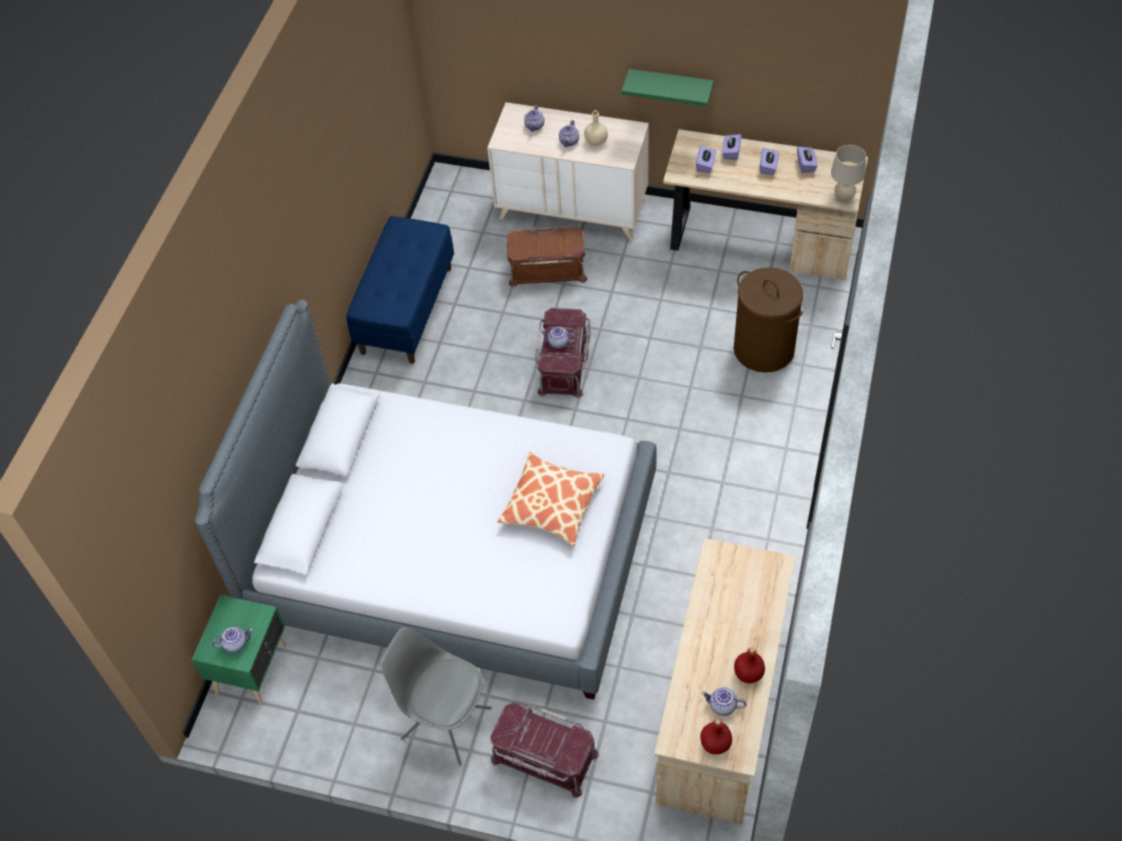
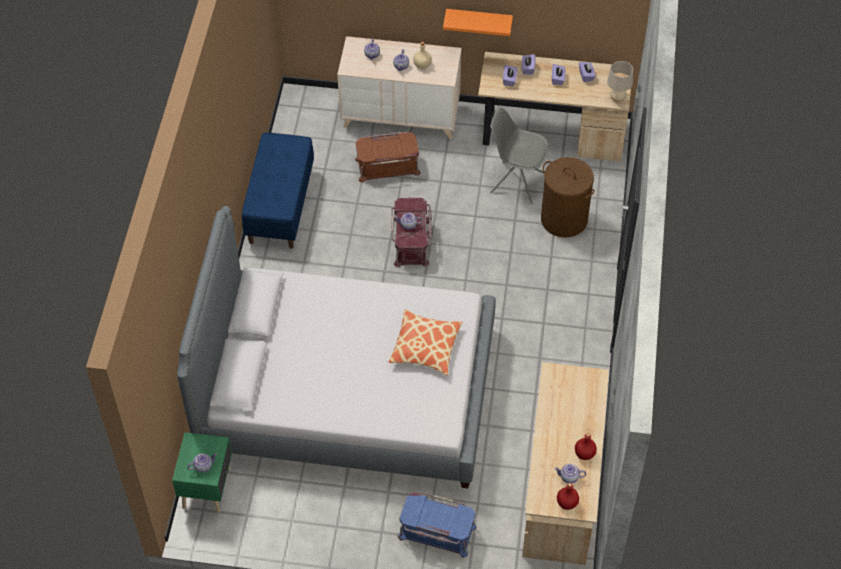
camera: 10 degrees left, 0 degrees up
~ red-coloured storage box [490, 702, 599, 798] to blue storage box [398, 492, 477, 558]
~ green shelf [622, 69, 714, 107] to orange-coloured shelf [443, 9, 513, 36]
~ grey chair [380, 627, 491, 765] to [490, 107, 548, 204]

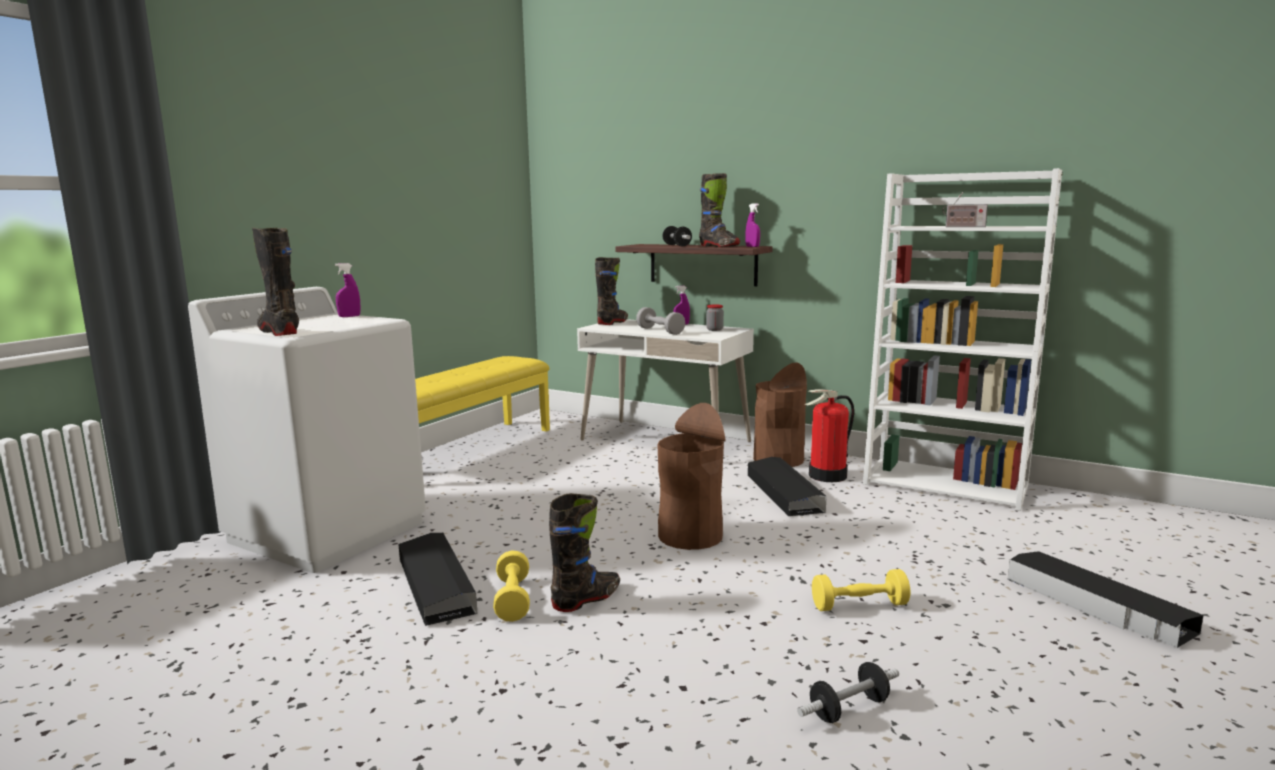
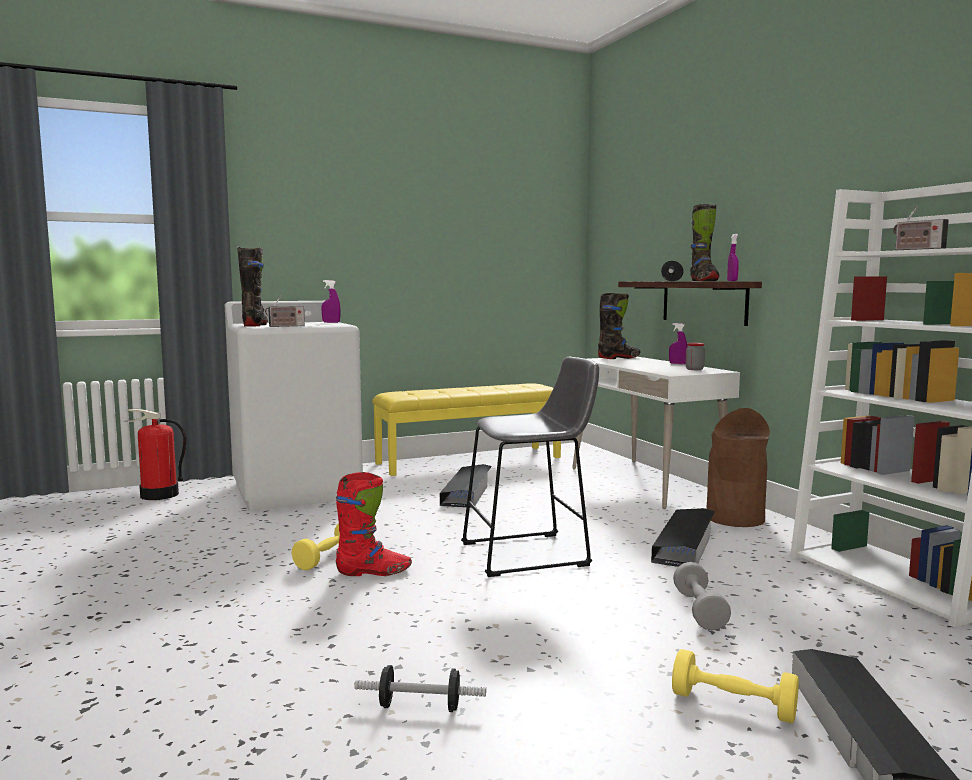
camera: 35 degrees right, 5 degrees down
~ fire-fighting cylinder [804, 389, 854, 482] to [123, 409, 186, 500]
+ radio set [265, 295, 305, 327]
~ black-coloured boot [549, 493, 620, 612] to red-coloured boot [336, 472, 412, 576]
~ black-coloured storage box [398, 533, 478, 626] to [440, 464, 492, 508]
~ brown-coloured waste bin [657, 403, 725, 550] to grey stool [461, 357, 599, 577]
~ yellow-coloured hand weight [812, 569, 910, 611] to [672, 649, 799, 723]
~ grey hand weight [636, 307, 685, 335] to [673, 562, 731, 630]

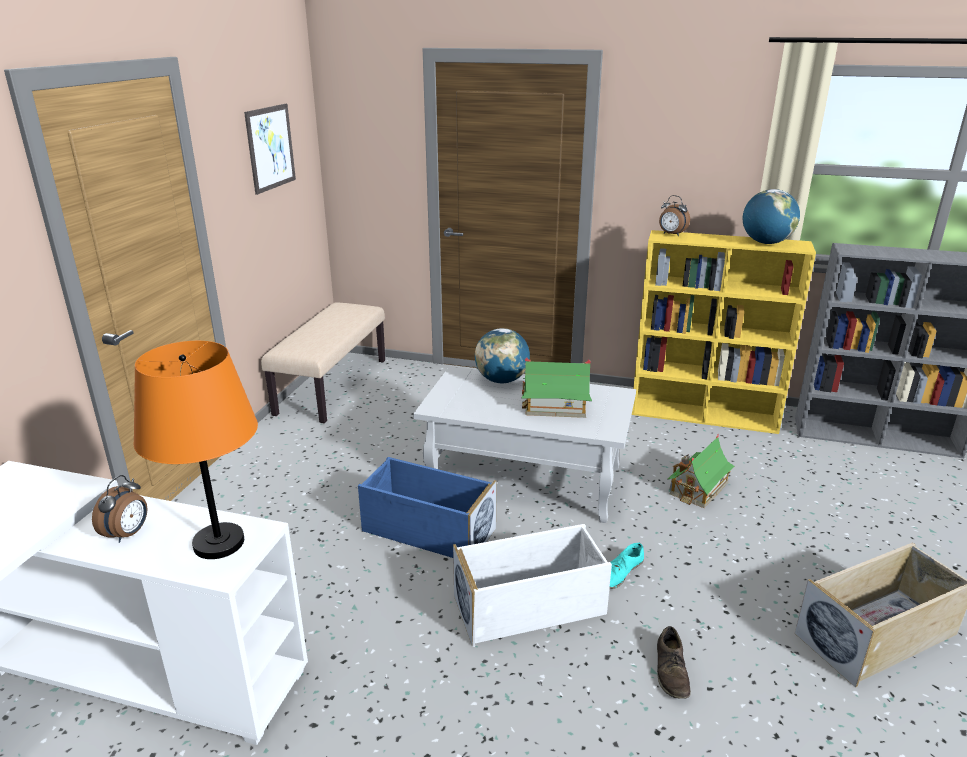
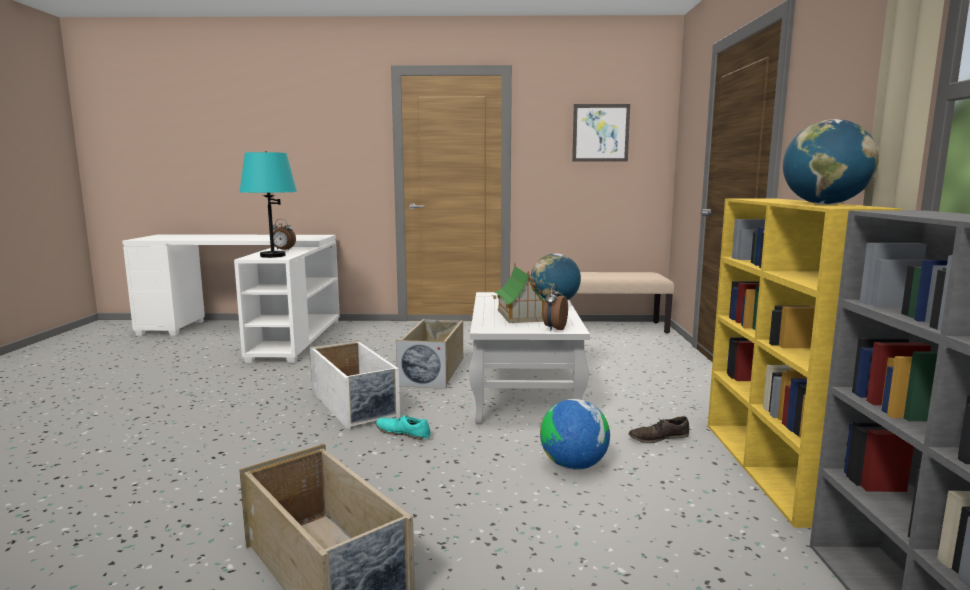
camera: 75 degrees right, 15 degrees down
~ orange-coloured table lamp [134, 341, 258, 559] to turquoise-coloured table lamp [240, 151, 297, 258]
~ blue storage box [358, 457, 497, 558] to beige-coloured storage box [396, 319, 463, 389]
~ miniature house [667, 434, 735, 508] to desk globe [540, 399, 610, 470]
~ alarm clock [659, 195, 690, 236] to [542, 283, 568, 331]
~ brown-coloured low shoe [657, 626, 691, 699] to [629, 416, 689, 443]

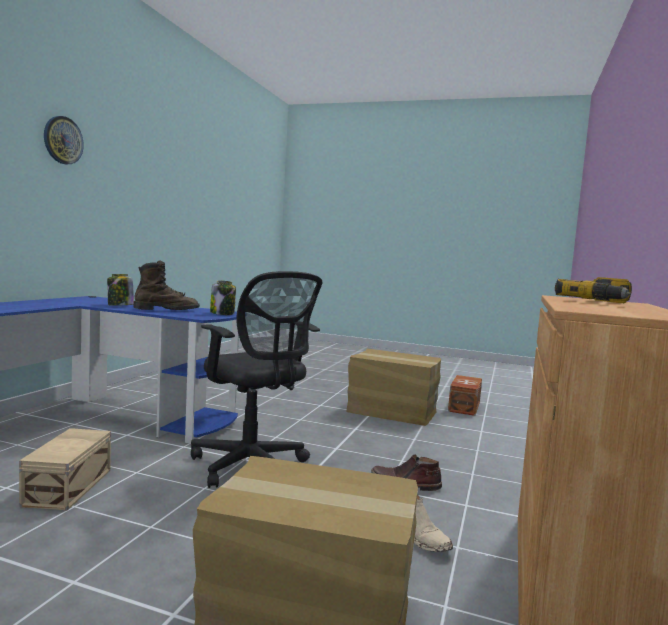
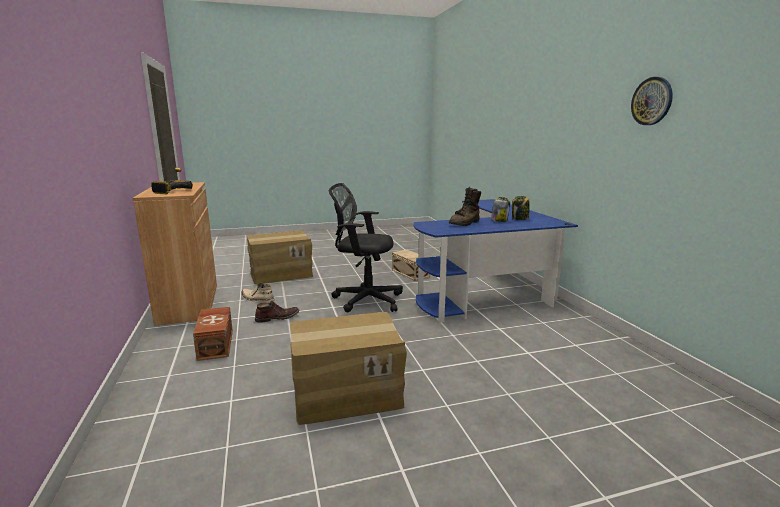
camera: 145 degrees right, 10 degrees up
~ brown-coloured storage box [448, 375, 482, 416] to [193, 307, 233, 361]
~ preserve jar [210, 281, 236, 315] to [512, 196, 530, 220]
~ hanging clock [44, 116, 84, 164] to [631, 77, 673, 125]

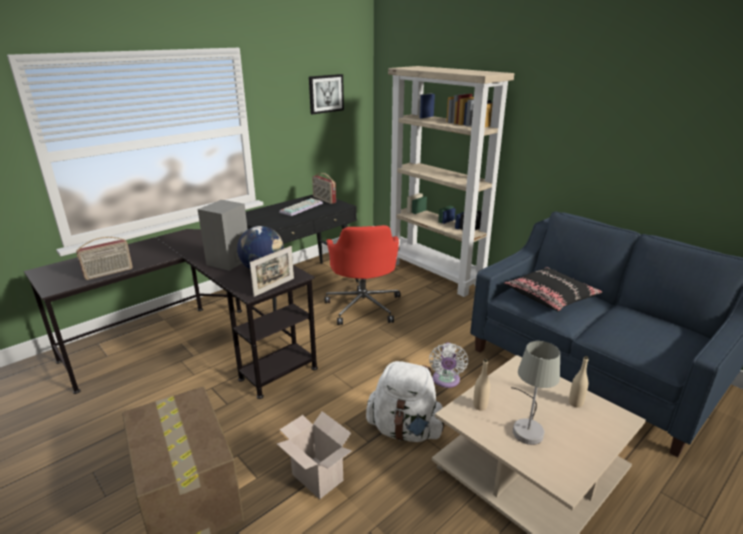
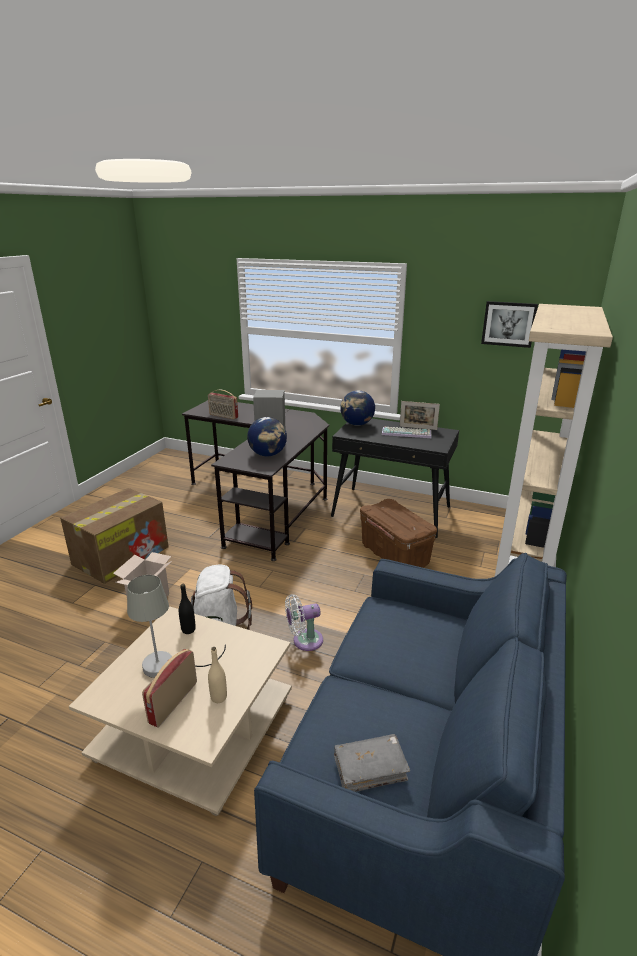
camera: 65 degrees right, 0 degrees up
~ radio set [312, 173, 336, 204] to [142, 649, 197, 728]
~ beige-coloured drink bottle [473, 359, 490, 411] to black-coloured drink bottle [179, 584, 196, 634]
+ grey book [334, 734, 410, 792]
+ desk globe [340, 390, 375, 426]
~ red-coloured computer chair [324, 225, 401, 325] to brown-coloured storage box [360, 499, 437, 568]
~ photo frame [250, 246, 294, 297] to [400, 401, 440, 430]
- black-coloured throw pillow [504, 267, 603, 312]

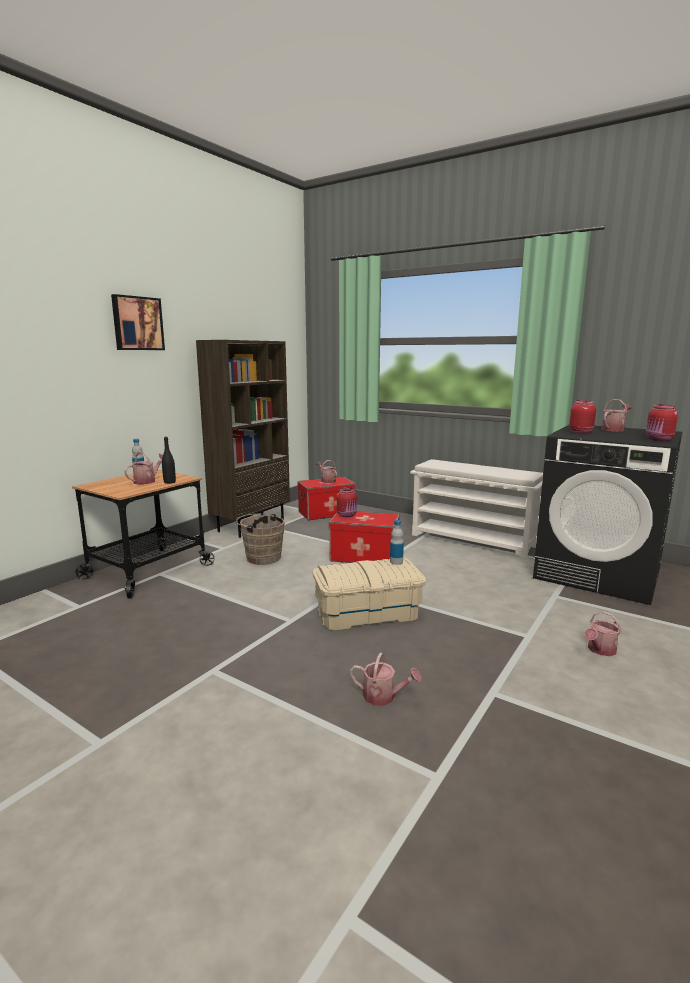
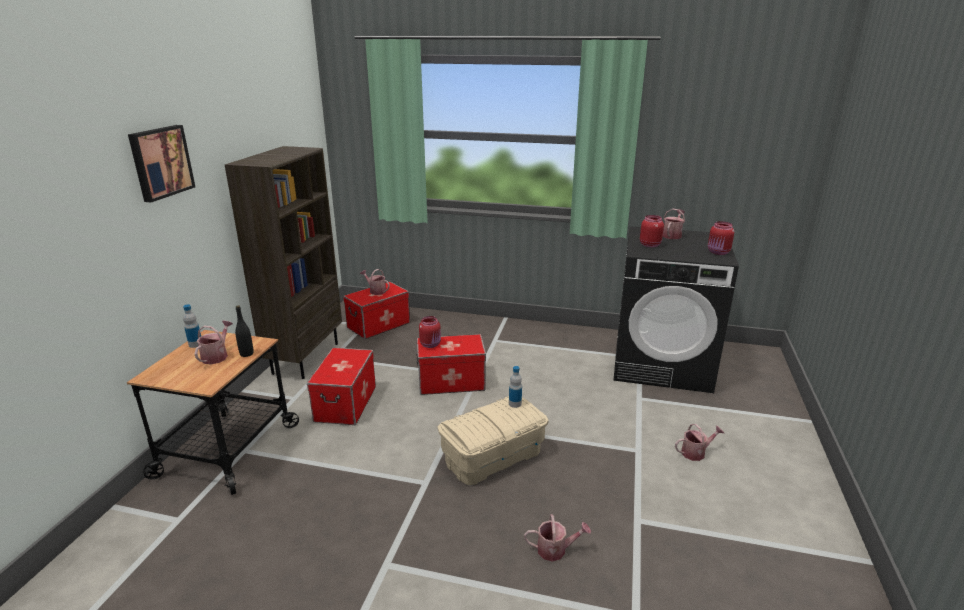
camera: 20 degrees left, 10 degrees up
~ brown-coloured bucket [236, 513, 285, 565] to storage box [307, 348, 376, 425]
~ sprinkling can [584, 611, 621, 656] = [675, 424, 724, 461] 135 degrees counterclockwise
- white-coloured shoe rack [410, 459, 543, 559]

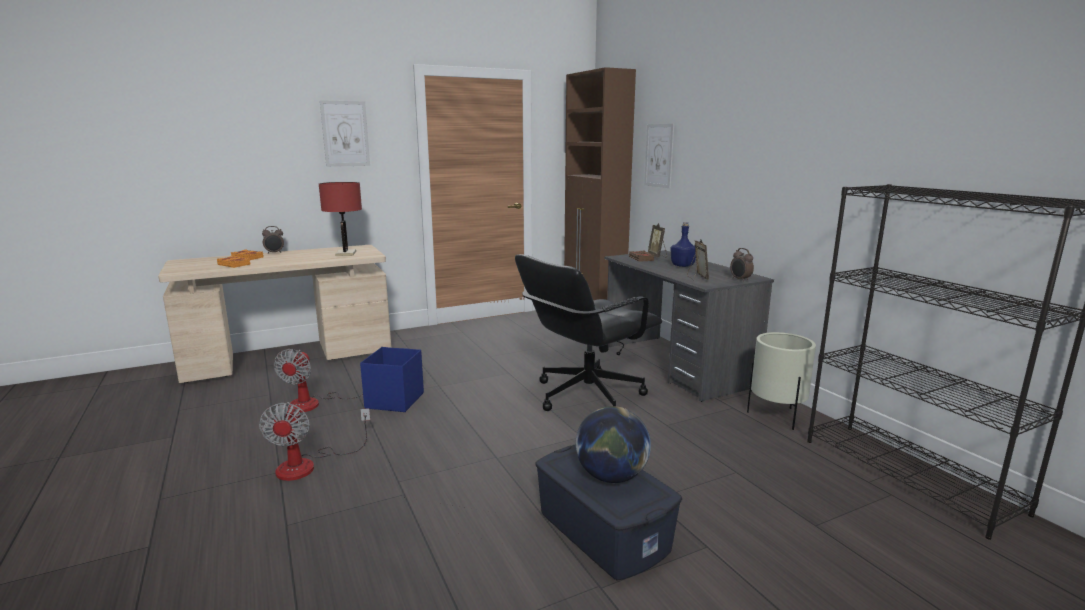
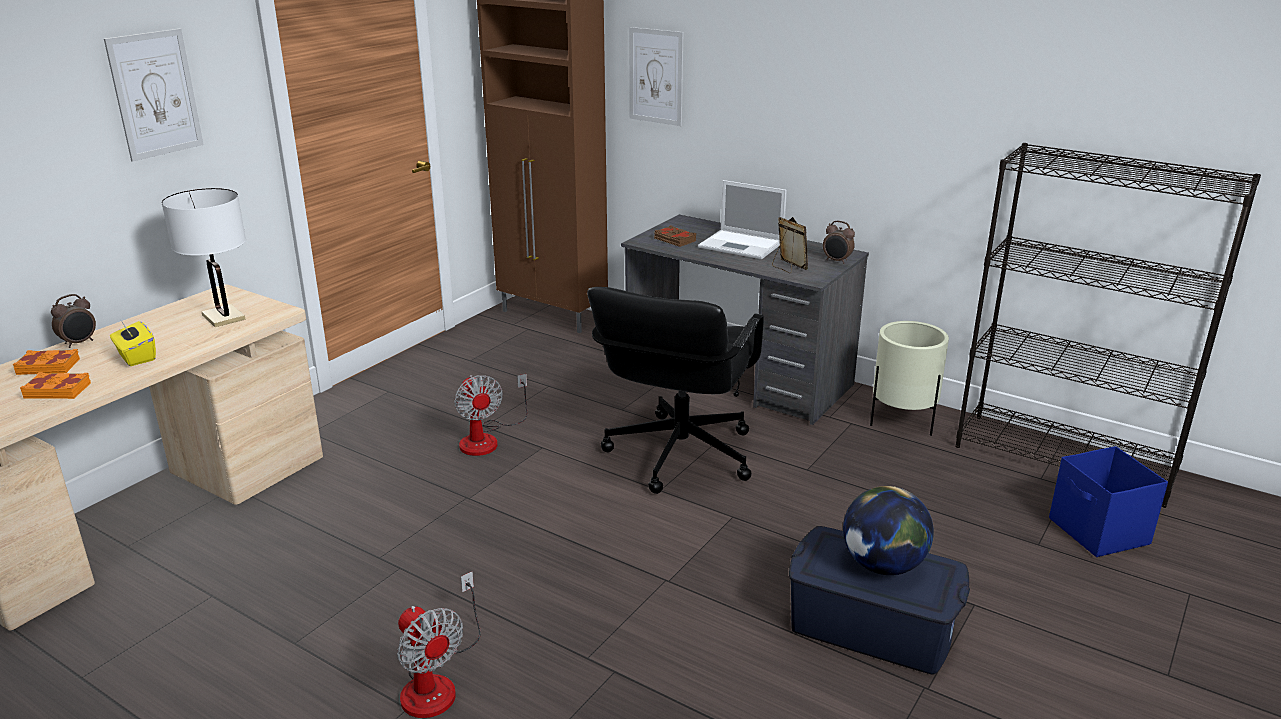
camera: 30 degrees left, 10 degrees up
+ yellow-coloured tissue box [110, 319, 156, 366]
~ red-coloured table lamp [319, 182, 362, 256] to white-coloured table lamp [161, 188, 246, 327]
~ electric fan [274, 349, 363, 412] to [454, 374, 527, 456]
~ blue drink bottle [671, 222, 696, 267] to portable computer [698, 180, 787, 259]
~ blue storage box [360, 347, 424, 412] to [1049, 446, 1168, 557]
- photo frame [648, 223, 667, 258]

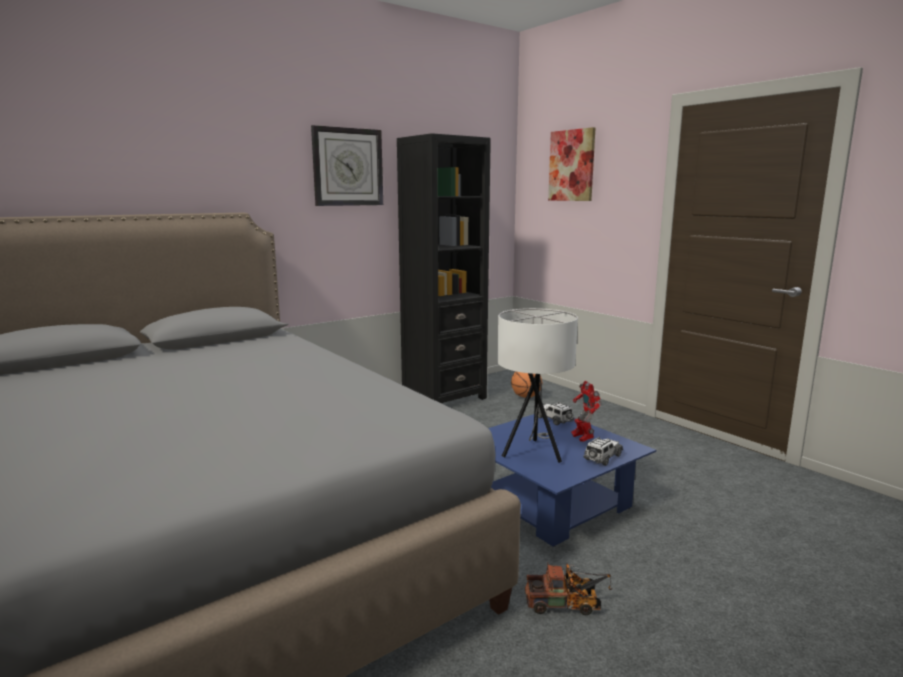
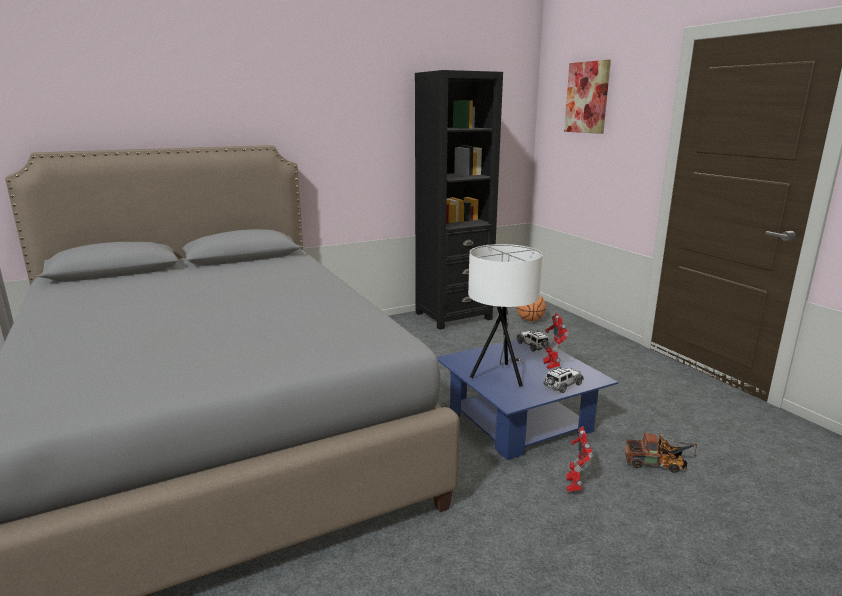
camera: 10 degrees right, 5 degrees up
+ model robot [566, 426, 593, 492]
~ toy truck [525, 563, 612, 615] to [625, 431, 697, 473]
- hanging clock [311, 125, 383, 206]

